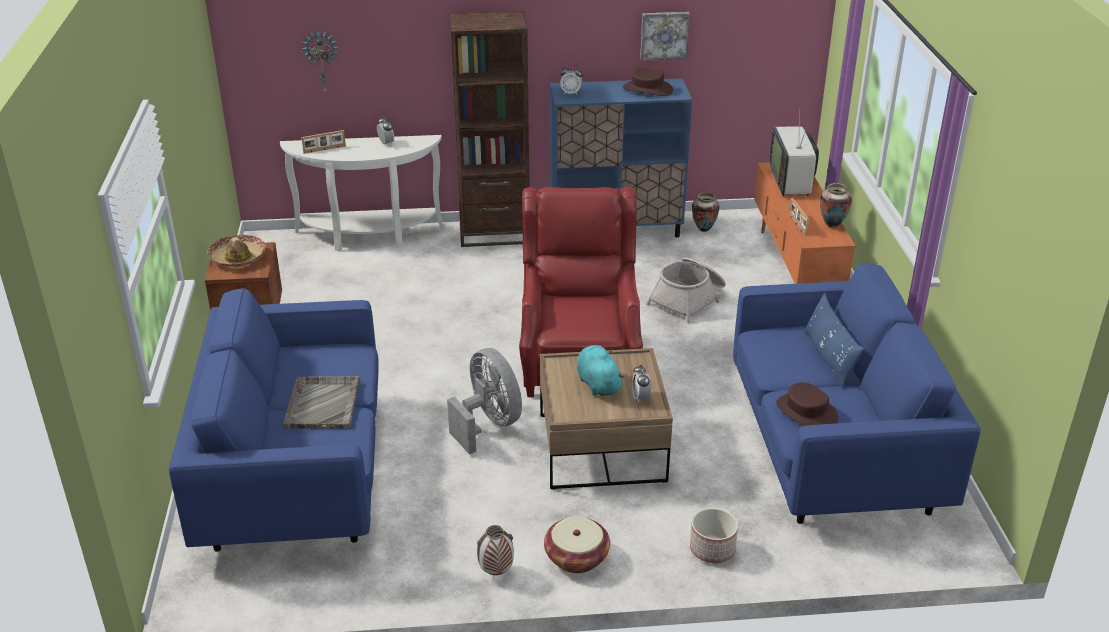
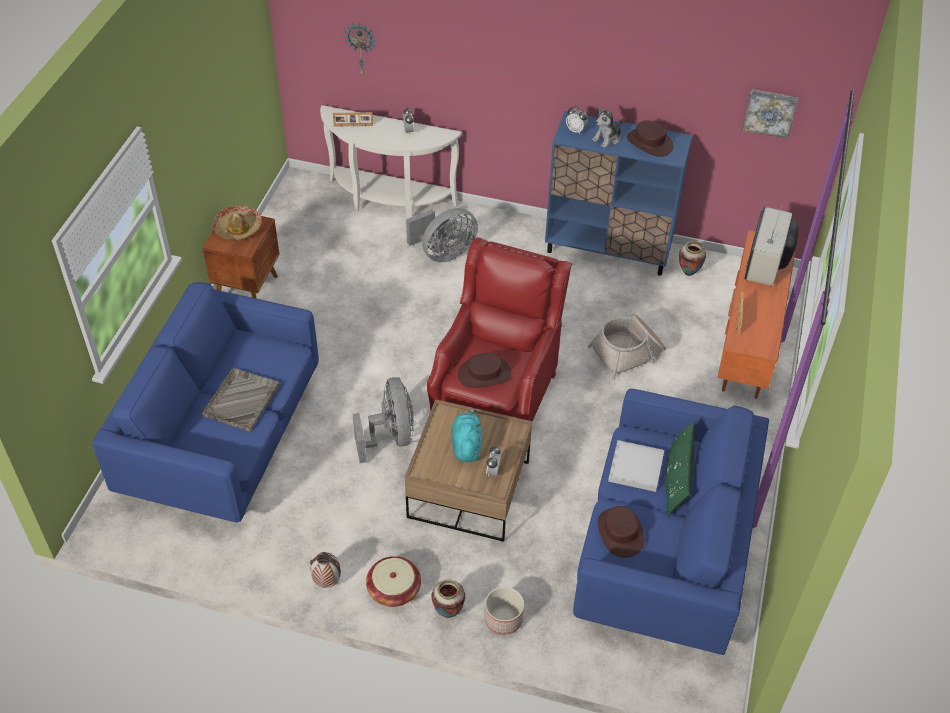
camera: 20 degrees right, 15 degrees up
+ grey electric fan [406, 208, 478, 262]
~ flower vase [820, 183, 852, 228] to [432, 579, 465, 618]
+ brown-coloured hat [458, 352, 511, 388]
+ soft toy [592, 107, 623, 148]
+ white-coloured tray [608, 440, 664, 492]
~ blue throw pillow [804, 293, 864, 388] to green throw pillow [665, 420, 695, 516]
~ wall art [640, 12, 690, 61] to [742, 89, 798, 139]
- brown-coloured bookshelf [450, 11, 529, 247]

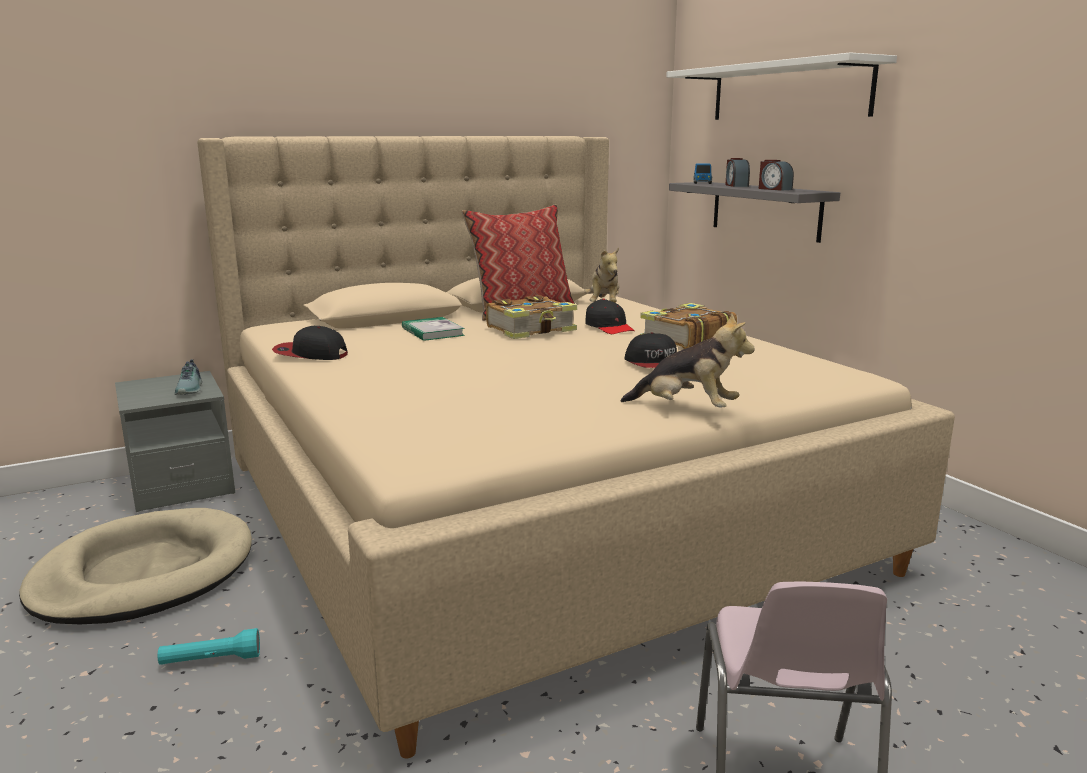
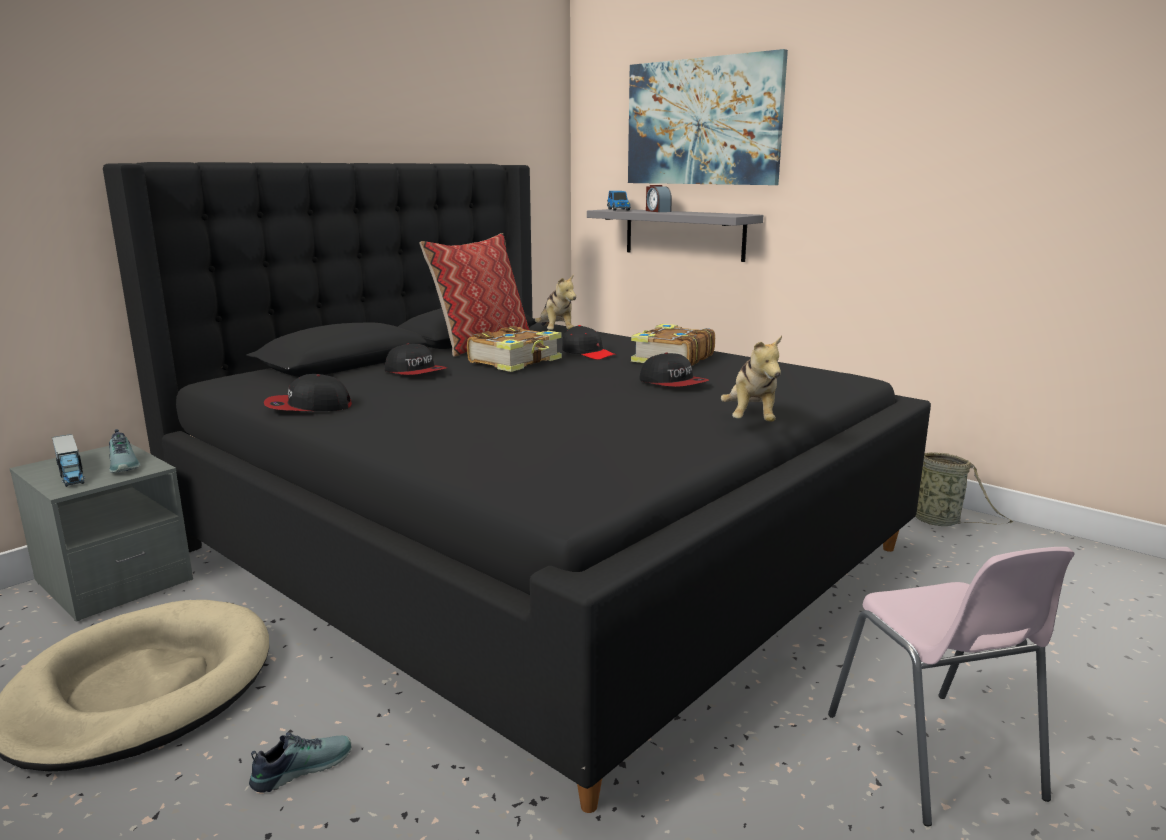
camera: 20 degrees left, 0 degrees up
+ toy truck [52, 434, 85, 487]
~ beige-coloured sleeping bed [197, 136, 955, 758] to black-coloured sleeping bed [103, 162, 931, 813]
~ turquoise-coloured flashlight [158, 628, 260, 665] to low shoe [249, 732, 351, 793]
~ book [402, 317, 465, 341] to cap [385, 343, 447, 375]
~ white-coloured shelf [666, 53, 897, 120] to wall art [628, 49, 788, 185]
~ soft toy [621, 313, 755, 408] = [721, 336, 782, 422] 90 degrees clockwise
+ storage basket [915, 452, 1013, 526]
- alarm clock [759, 160, 794, 191]

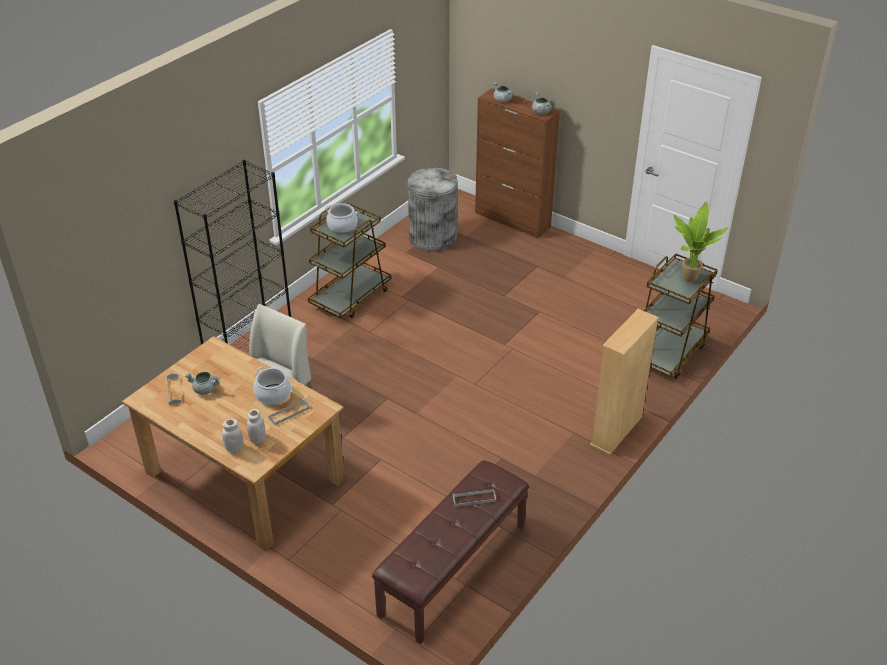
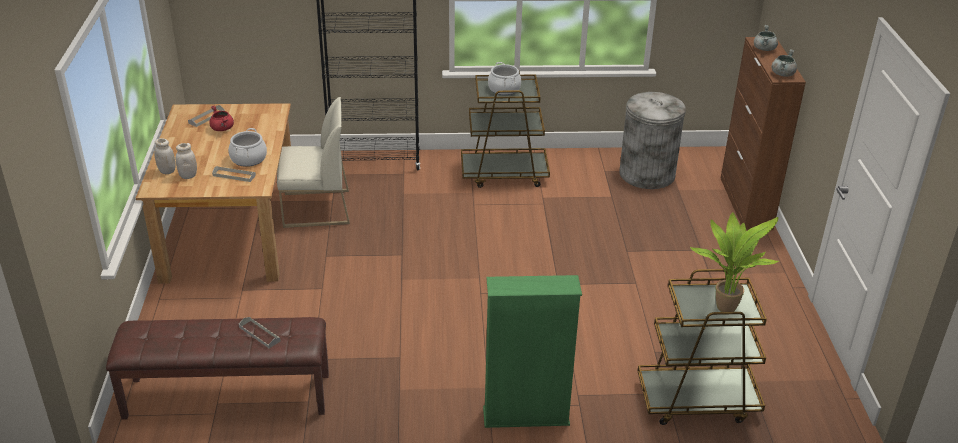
camera: 50 degrees right, 5 degrees down
~ grey cooking pot [185, 372, 221, 395] to red-coloured cooking pot [209, 106, 234, 131]
~ beige-coloured bookshelf [590, 309, 659, 455] to green bookshelf [483, 275, 582, 428]

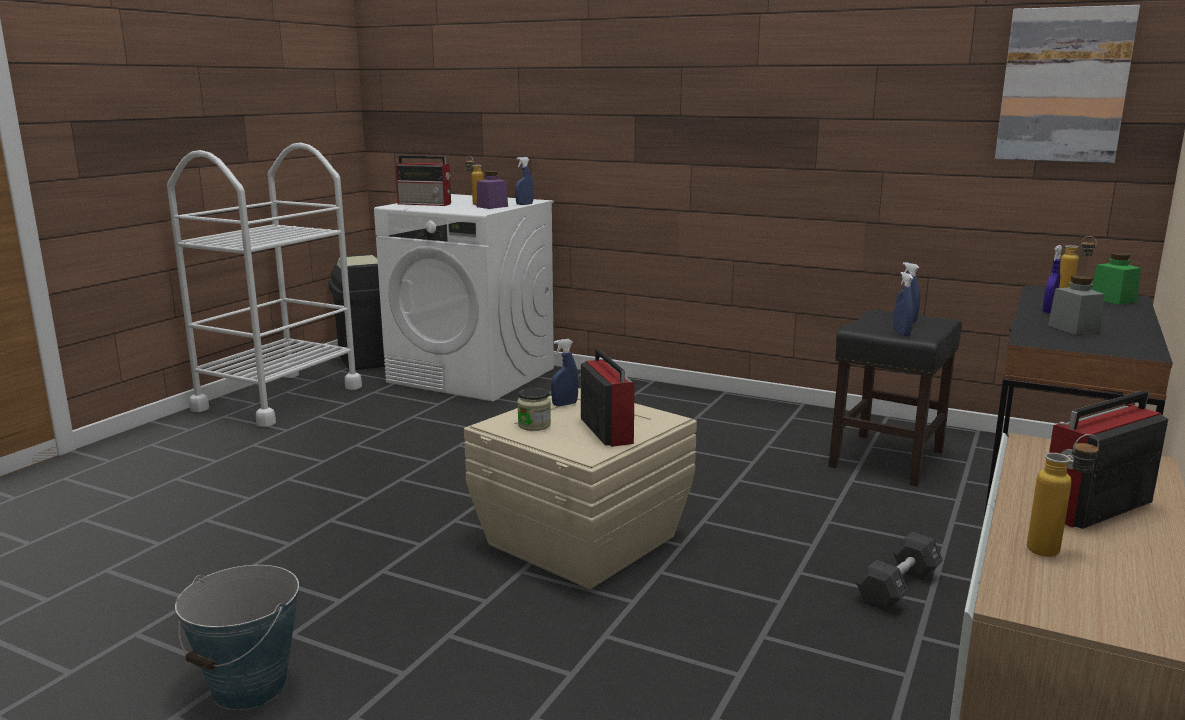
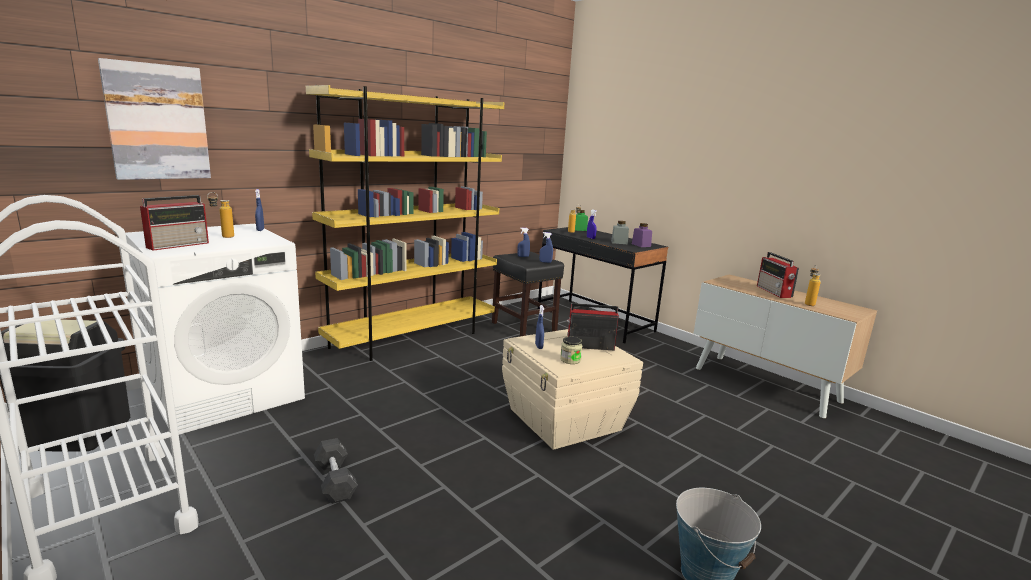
camera: 70 degrees left, 0 degrees up
~ wall art [995, 5, 1140, 163] to [98, 58, 211, 180]
+ yellow-coloured bookshelf [306, 85, 505, 361]
~ black-coloured hand weight [856, 532, 943, 612] to [314, 438, 358, 504]
~ purplish preserve jar [477, 171, 508, 209] to [632, 223, 652, 247]

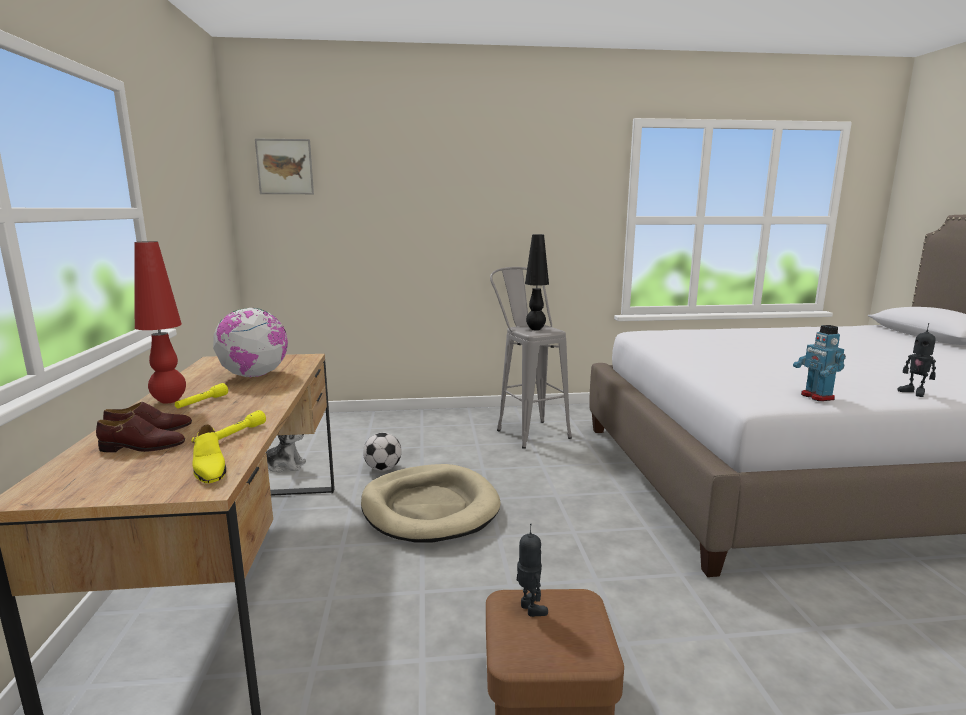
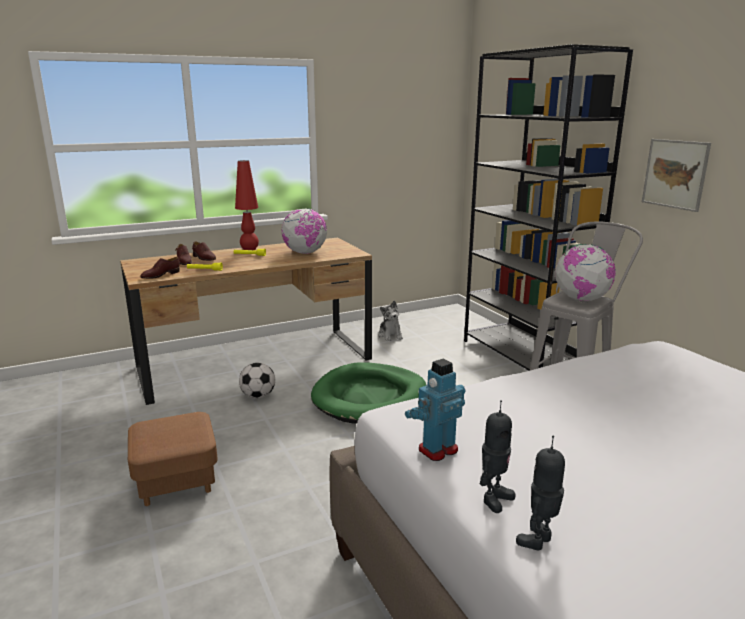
camera: 70 degrees right, 5 degrees up
~ yellow-coloured low shoe [191, 424, 226, 483] to brown-coloured low shoe [141, 257, 180, 279]
~ ball for football [363, 433, 402, 471] to [239, 362, 275, 398]
~ beige-coloured dog cushion [361, 464, 501, 543] to green dog cushion [311, 362, 426, 424]
+ black-coloured bookshelf [464, 44, 633, 371]
~ model robot [517, 524, 548, 617] to [480, 400, 515, 513]
~ black-coloured table lamp [525, 234, 549, 330] to desk globe [555, 244, 616, 301]
~ wall art [255, 139, 314, 194] to [642, 139, 711, 212]

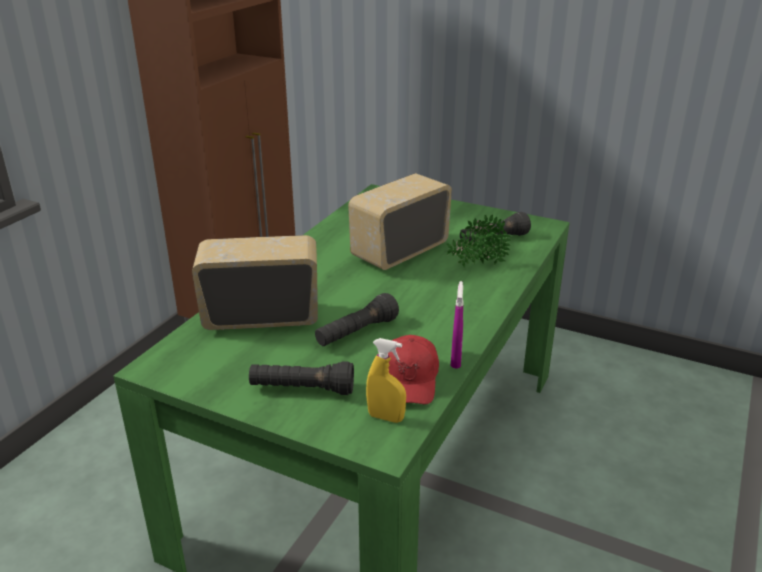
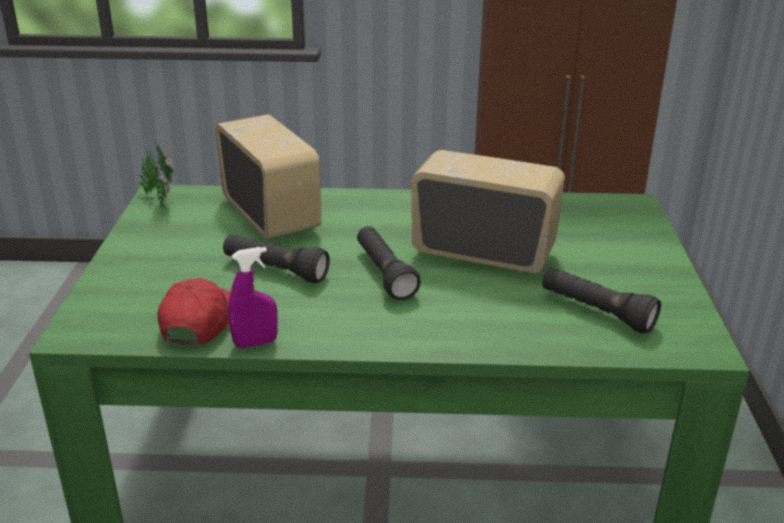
camera: 65 degrees right, 0 degrees up
~ potted plant [447, 214, 511, 268] to [138, 142, 174, 208]
~ red-coloured cap [388, 335, 439, 404] = [157, 278, 231, 345] 120 degrees clockwise
~ black-coloured flashlight [249, 361, 354, 395] to [357, 226, 421, 300]
- yellow-coloured spray bottle [366, 338, 406, 423]

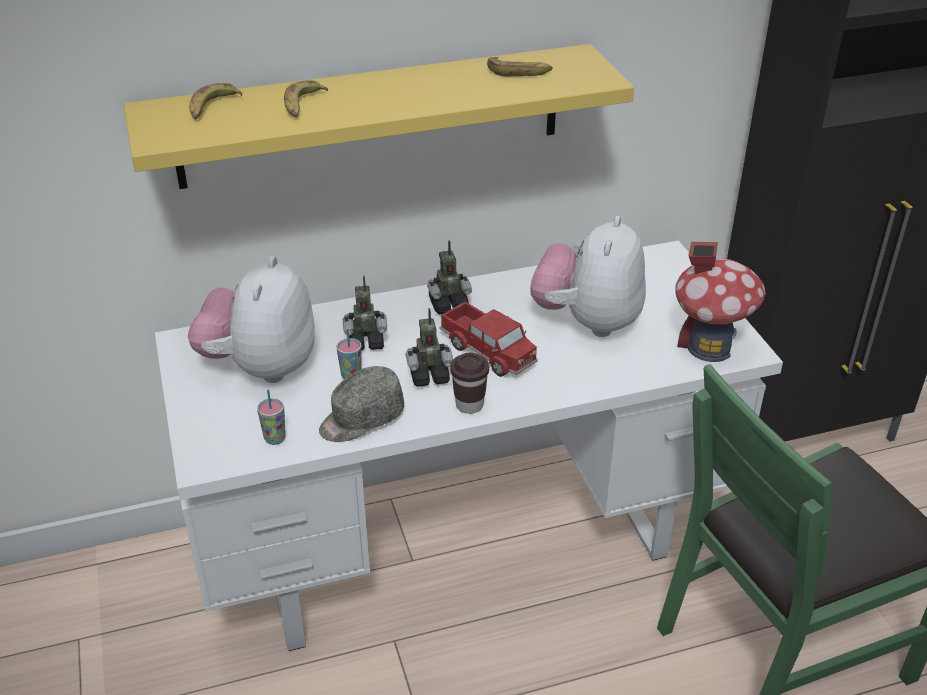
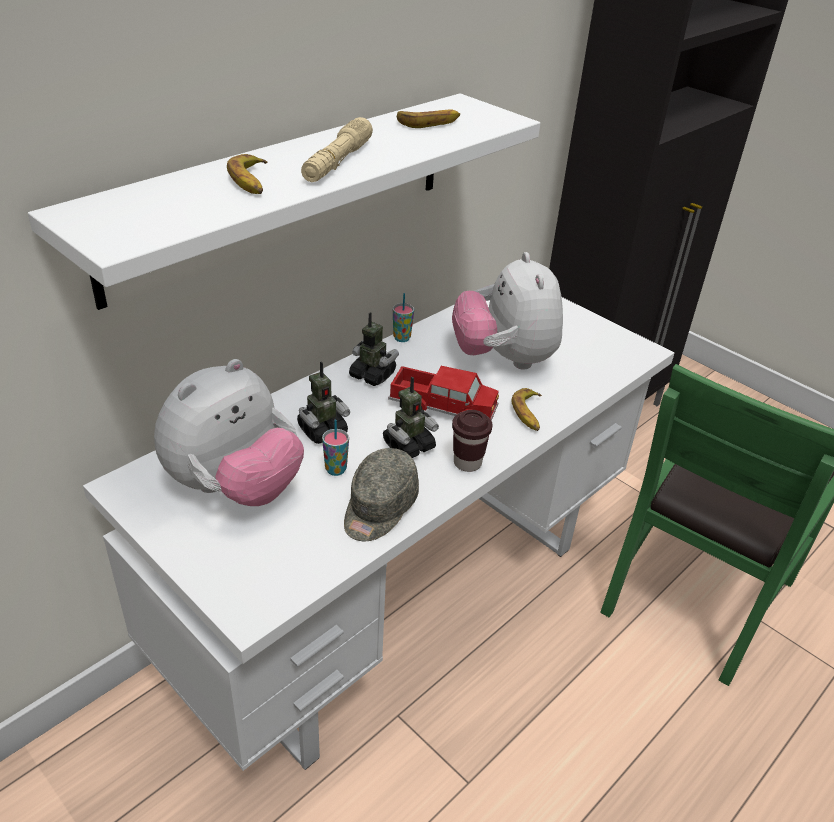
camera: 30 degrees left, 0 degrees up
~ yellow-coloured shelf [124, 44, 634, 189] to white-coloured shelf [28, 93, 540, 310]
~ soft toy [188, 256, 315, 383] = [154, 359, 304, 506] 120 degrees counterclockwise
+ beige-coloured flashlight [301, 117, 373, 182]
~ model robot [427, 240, 472, 314] = [349, 312, 399, 386] 105 degrees counterclockwise
~ small cup [257, 390, 286, 445] to [393, 293, 414, 342]
~ banana fruit [189, 83, 242, 119] to [511, 388, 542, 431]
- miniature house [675, 242, 765, 362]

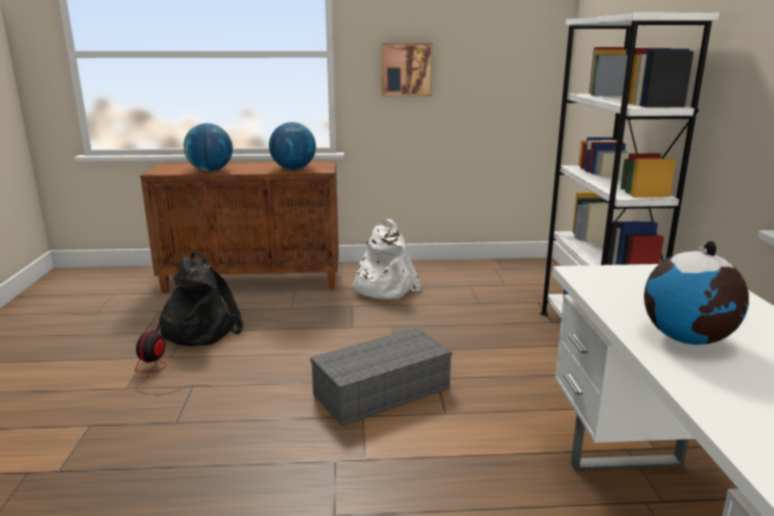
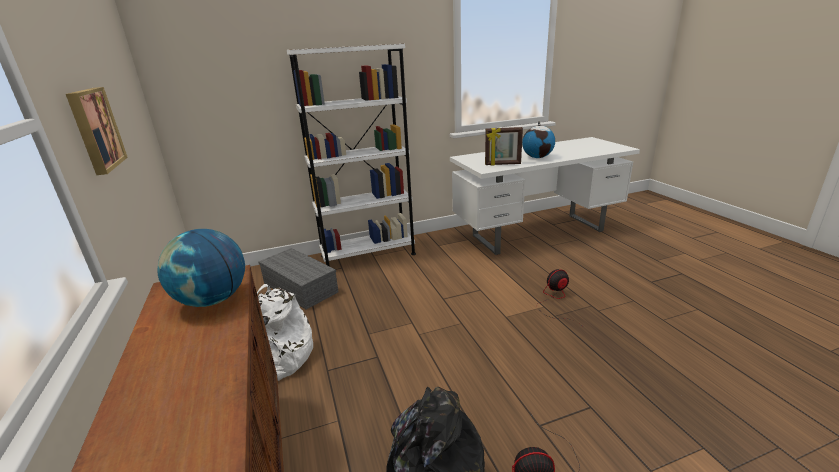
camera: 105 degrees left, 5 degrees up
~ grey storage box [310, 328, 452, 426] to [259, 248, 339, 309]
+ photo frame [485, 127, 523, 165]
+ electric fan [536, 269, 581, 325]
- desk globe [184, 123, 233, 171]

